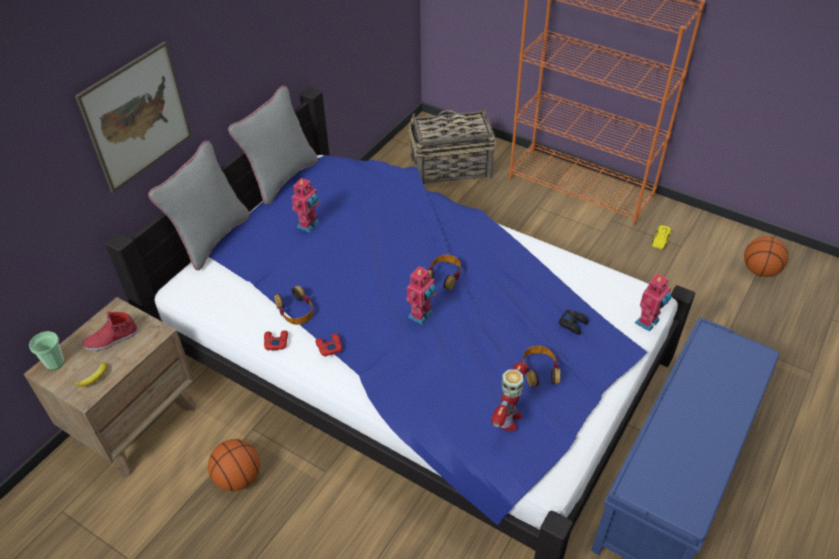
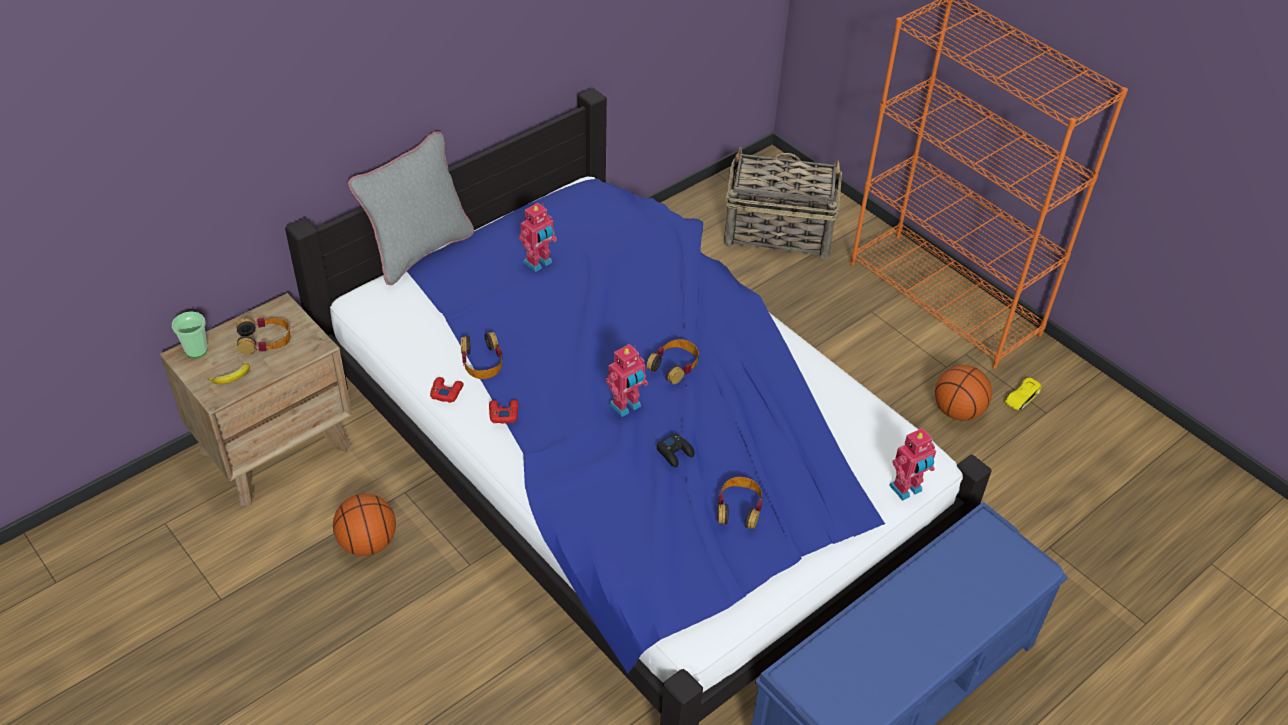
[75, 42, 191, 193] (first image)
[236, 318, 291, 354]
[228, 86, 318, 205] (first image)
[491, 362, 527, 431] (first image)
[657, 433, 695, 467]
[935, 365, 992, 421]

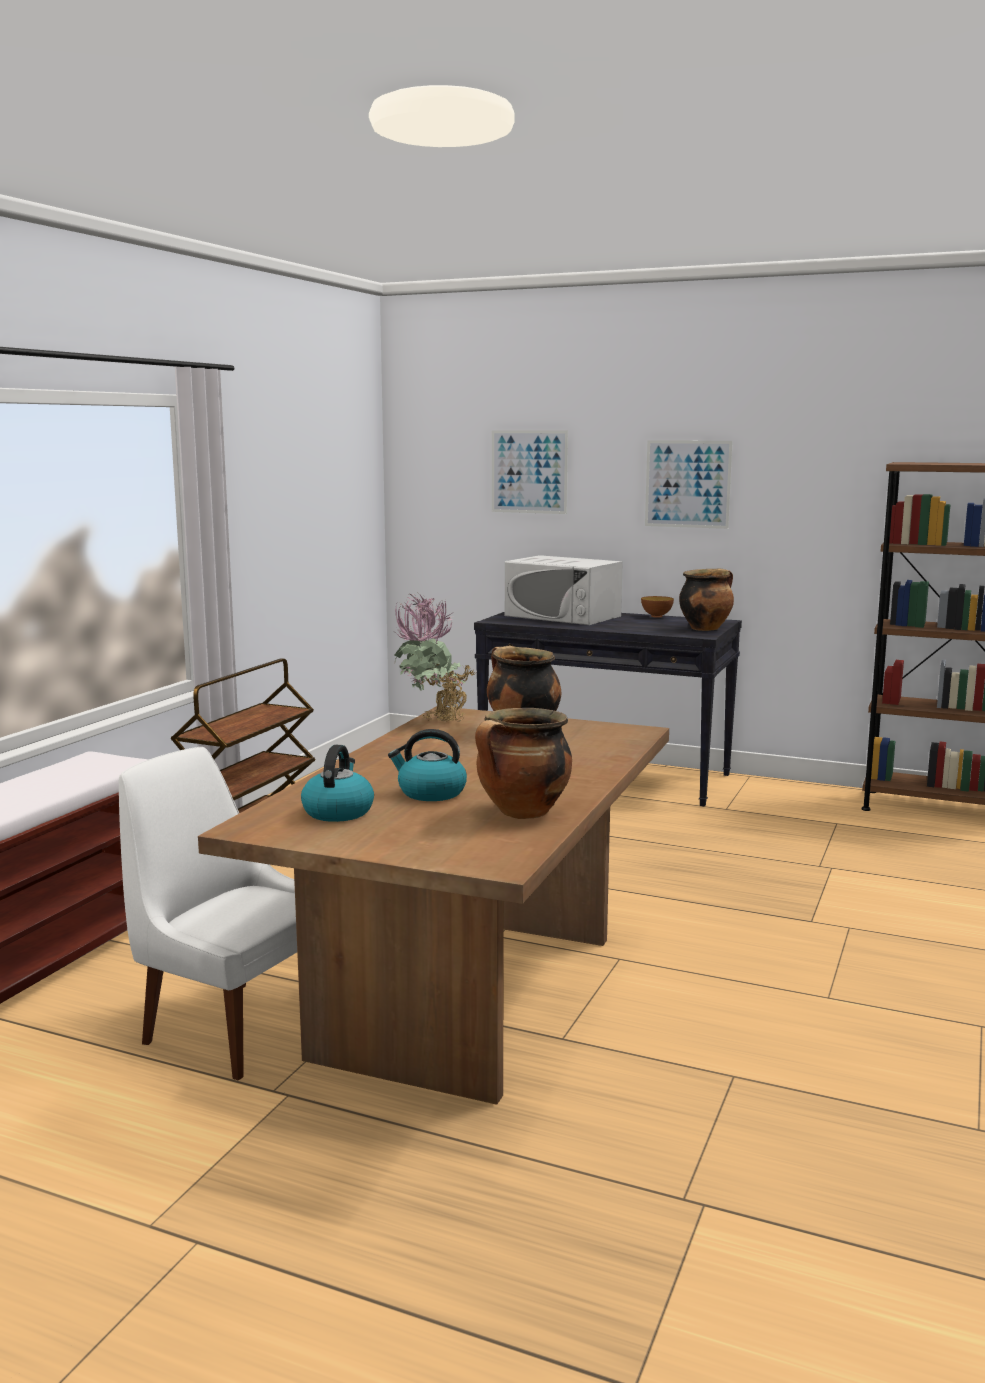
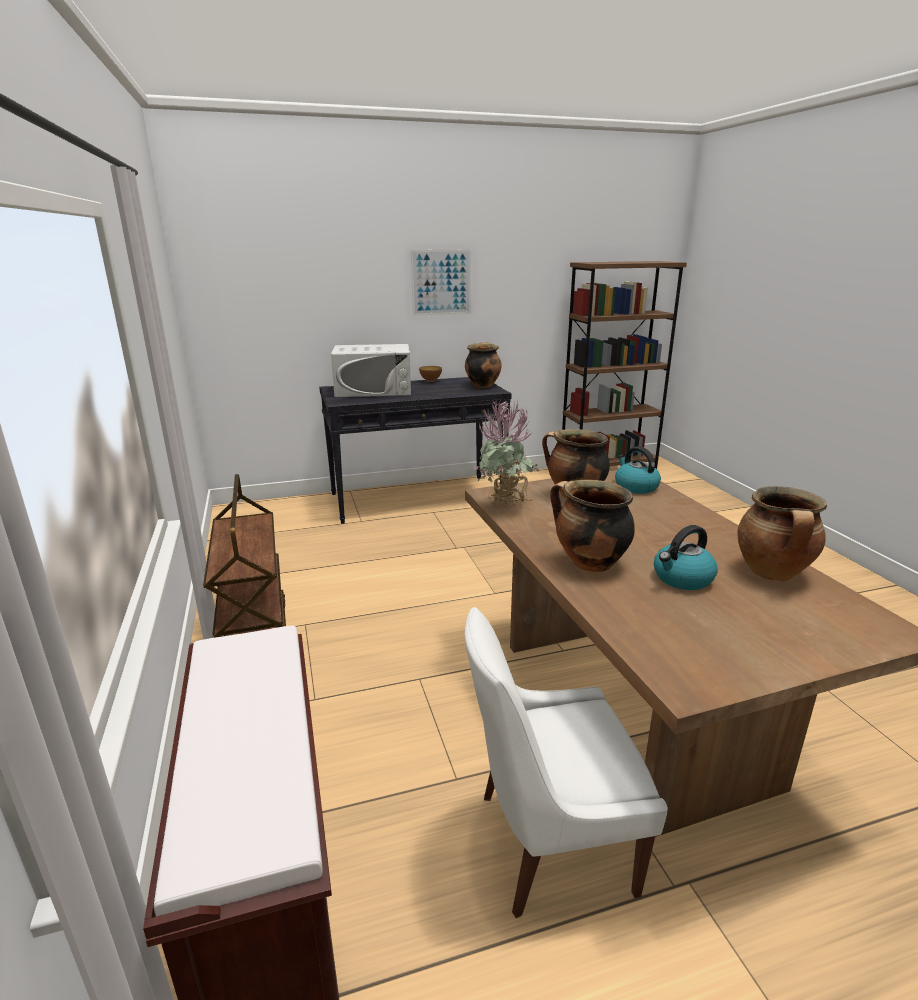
[615, 446, 661, 494]
[492, 430, 568, 514] (first image)
[550, 480, 635, 572]

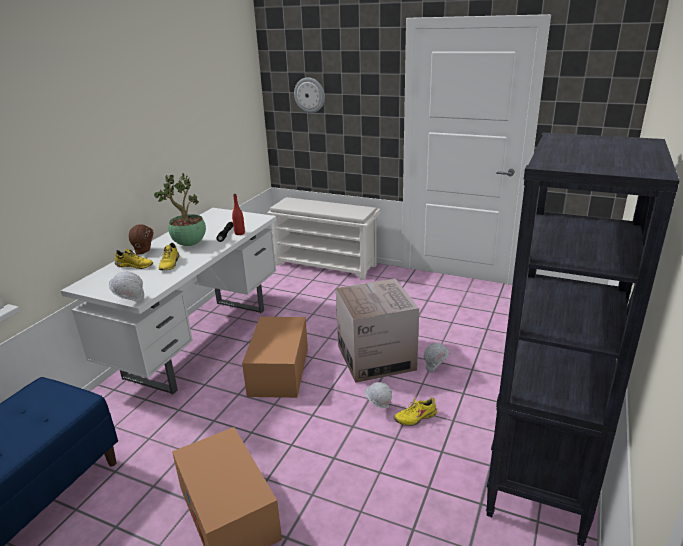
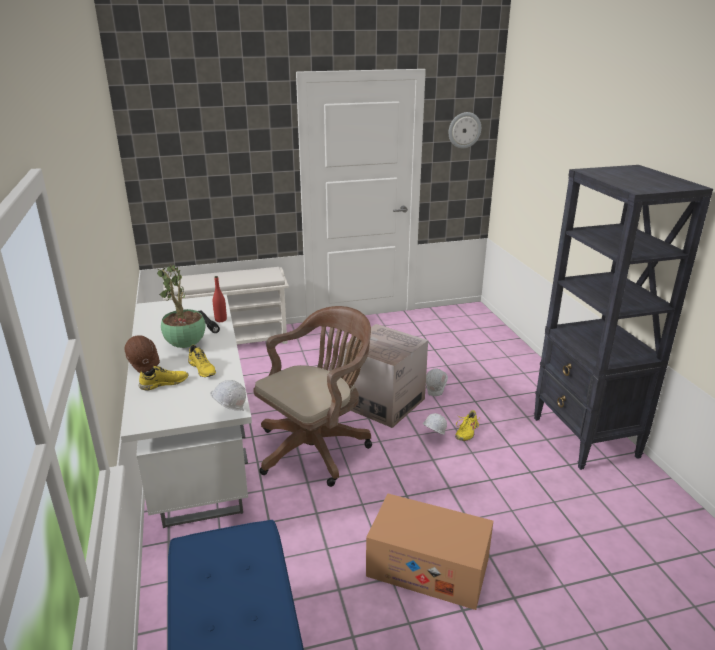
[254, 306, 372, 487]
[449, 112, 481, 149]

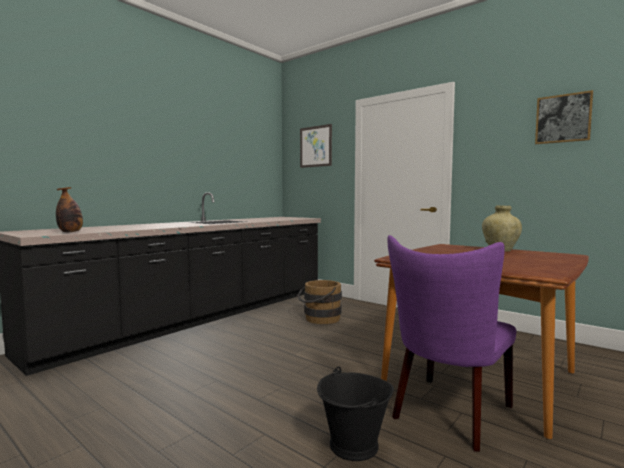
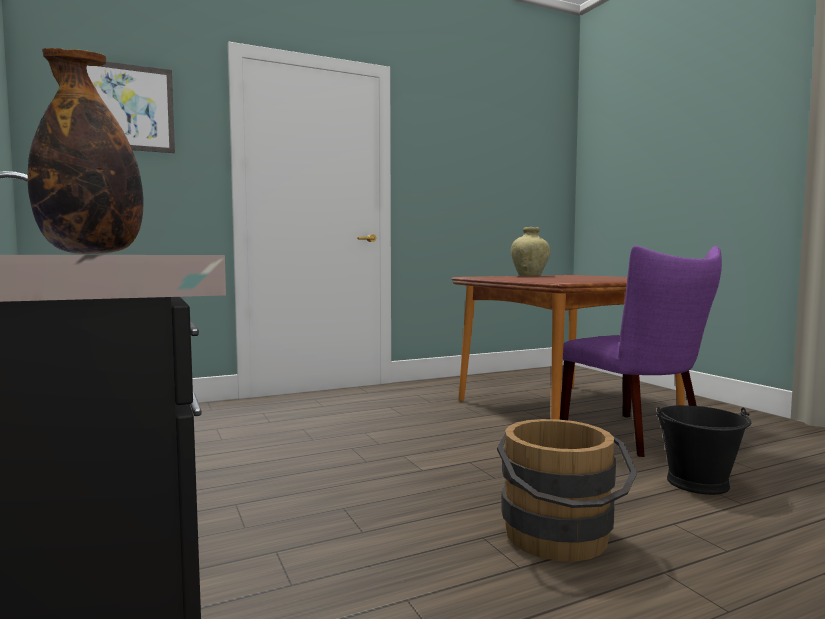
[497, 419, 637, 562]
[535, 90, 593, 144] (first image)

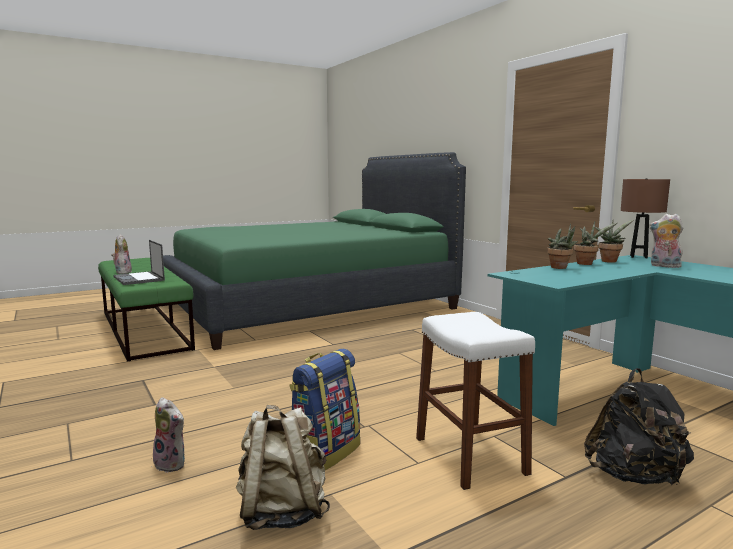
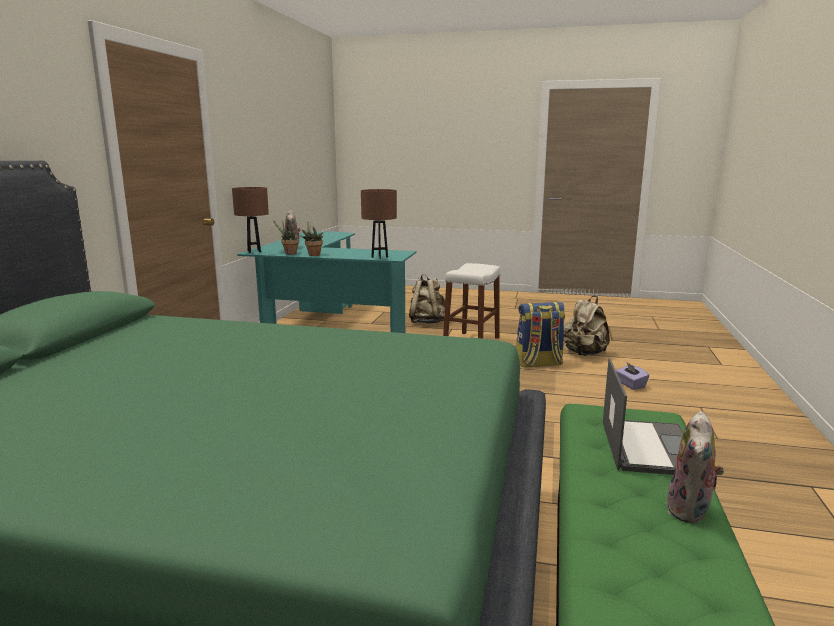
[616, 363, 649, 390]
[547, 224, 578, 269] (first image)
[409, 274, 445, 324]
[361, 189, 397, 259]

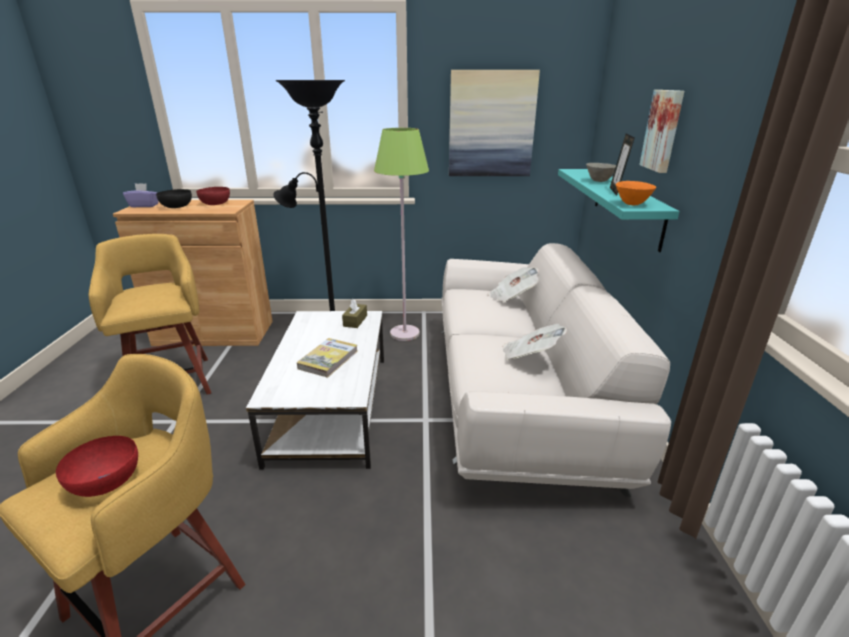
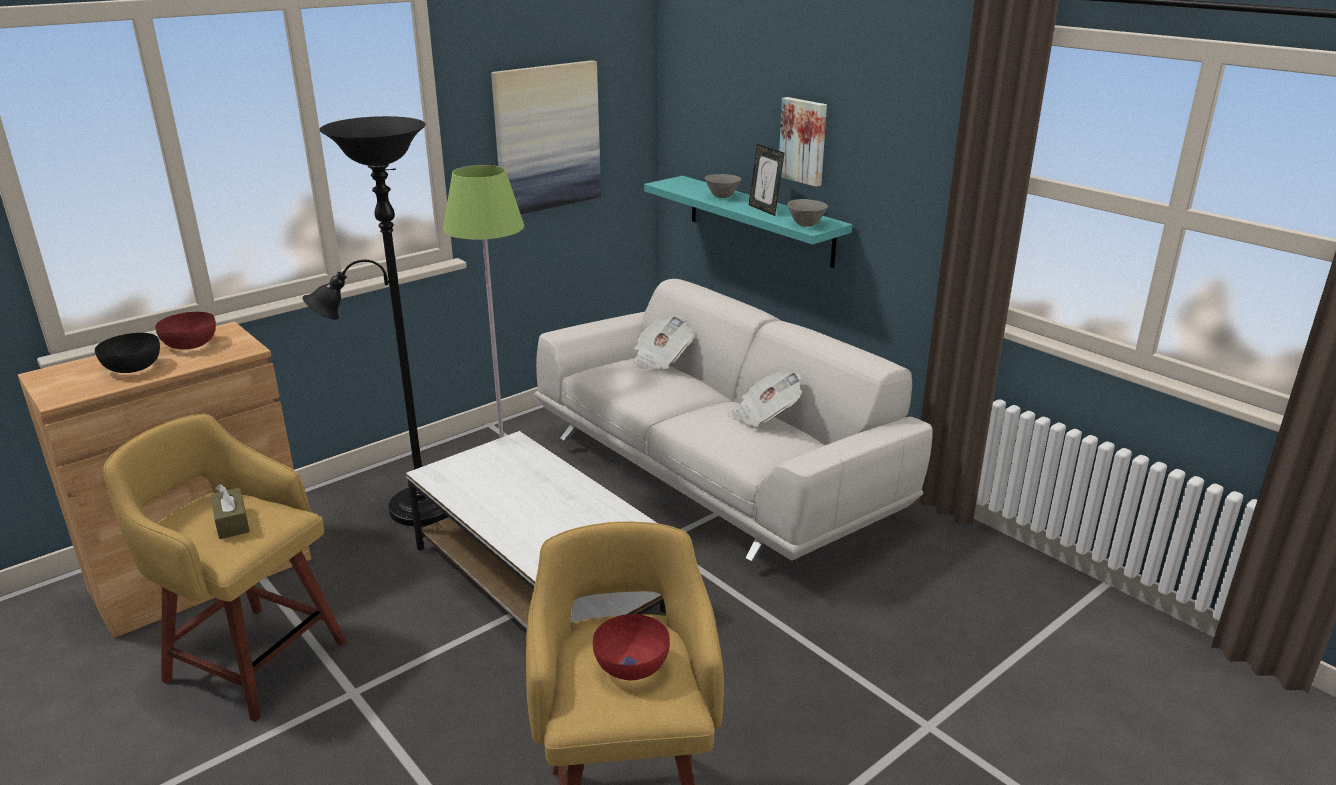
[123, 183, 159, 207] (first image)
[297, 338, 358, 378] (first image)
[211, 484, 250, 539]
[787, 199, 828, 227]

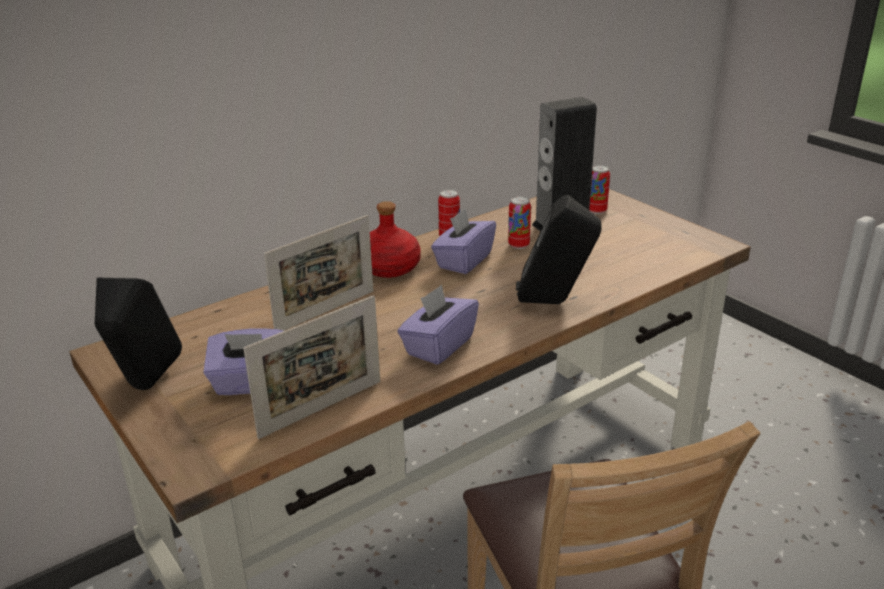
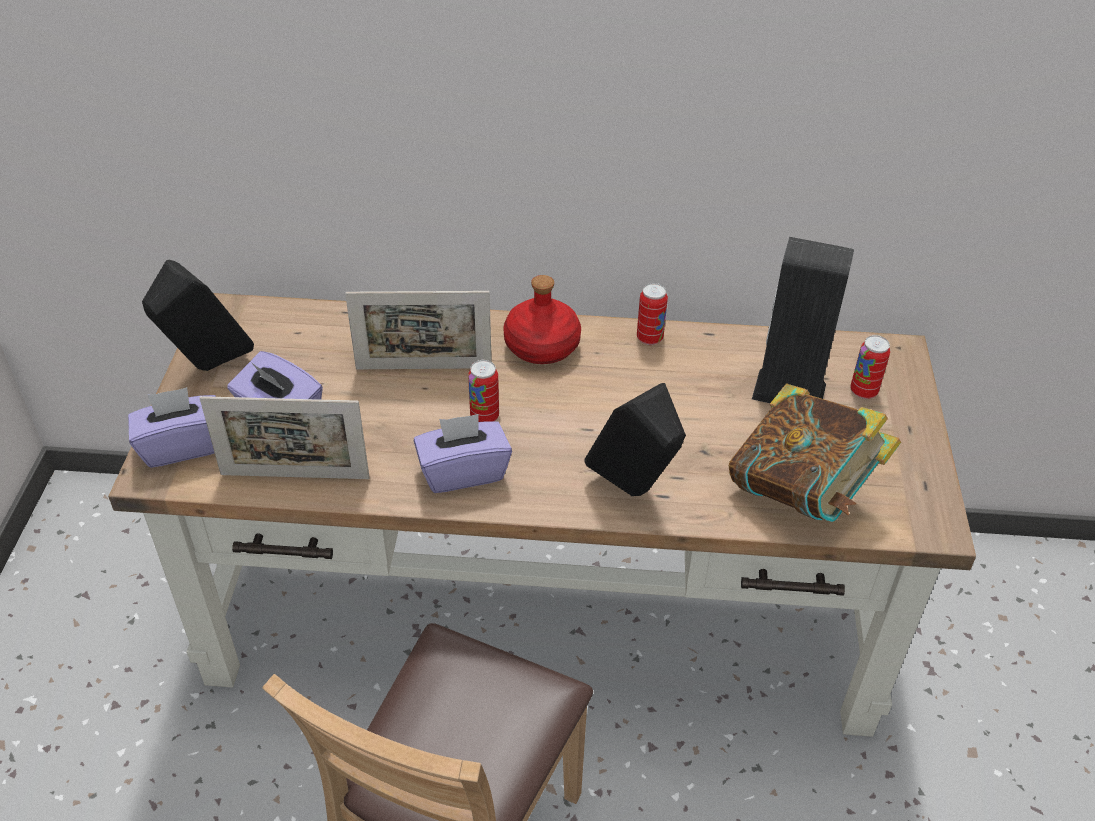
[128, 387, 216, 468]
[468, 360, 499, 422]
[729, 383, 901, 522]

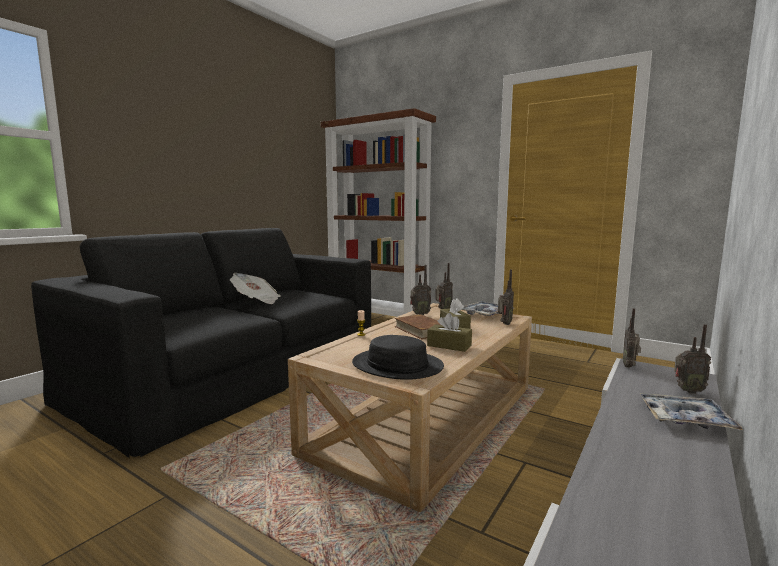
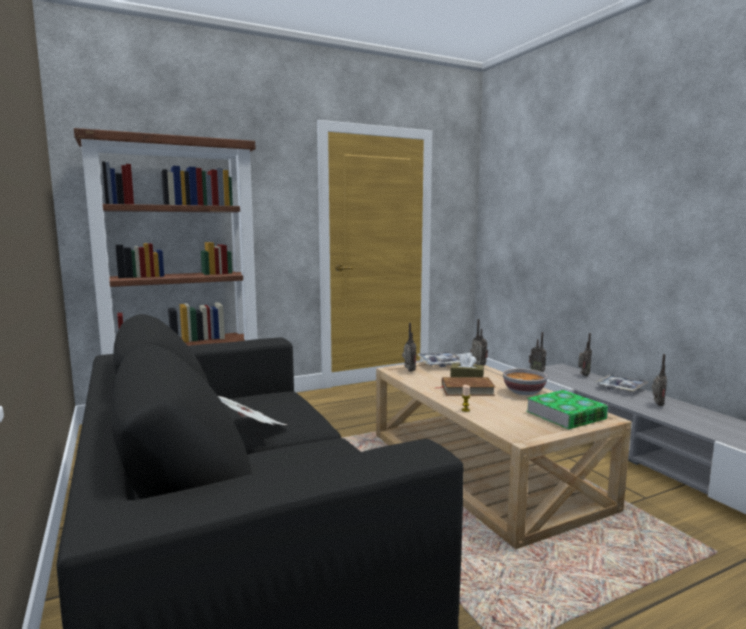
[526, 390, 608, 429]
[652, 354, 667, 406]
[503, 368, 547, 395]

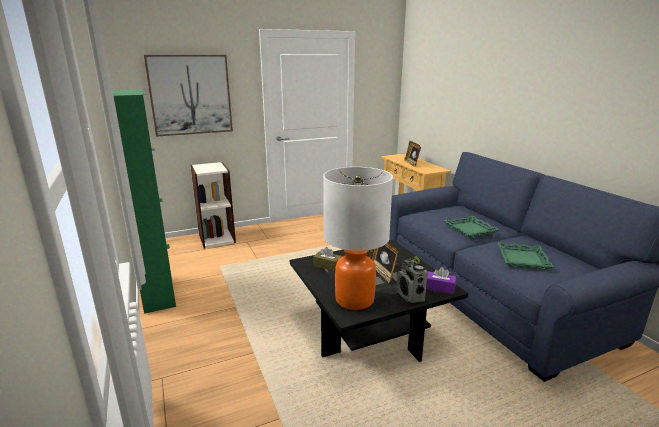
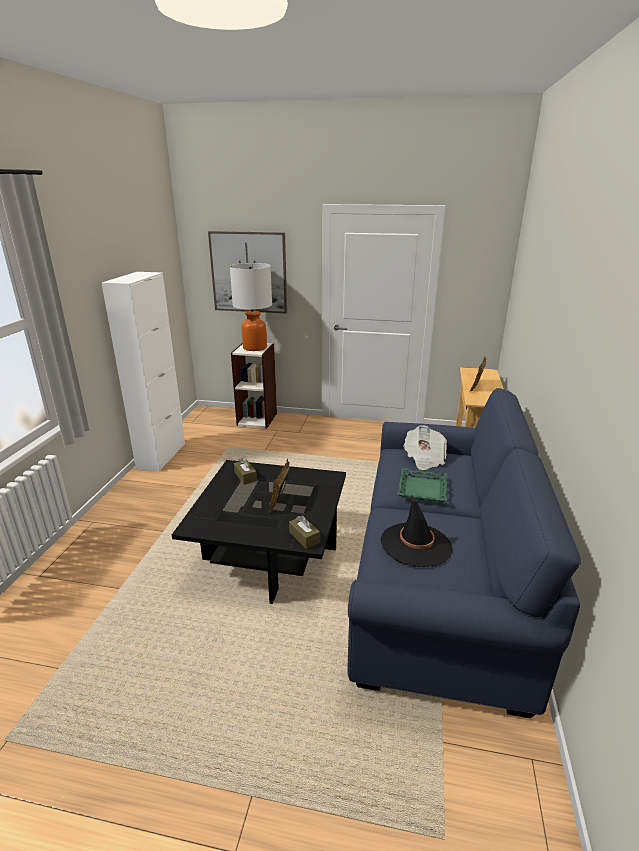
[102, 272, 185, 471]
[230, 263, 272, 351]
[396, 256, 428, 303] (first image)
[289, 516, 320, 549]
[381, 495, 452, 567]
[403, 425, 447, 470]

